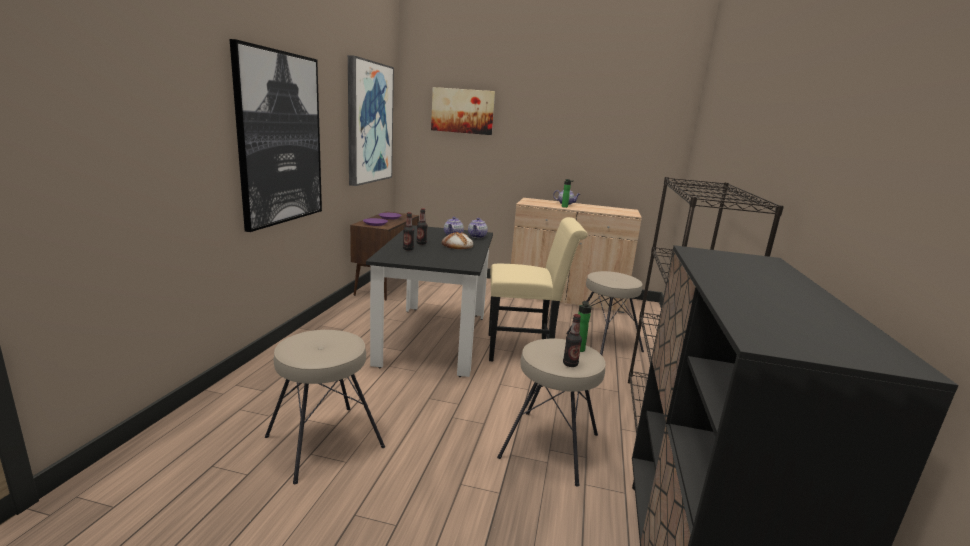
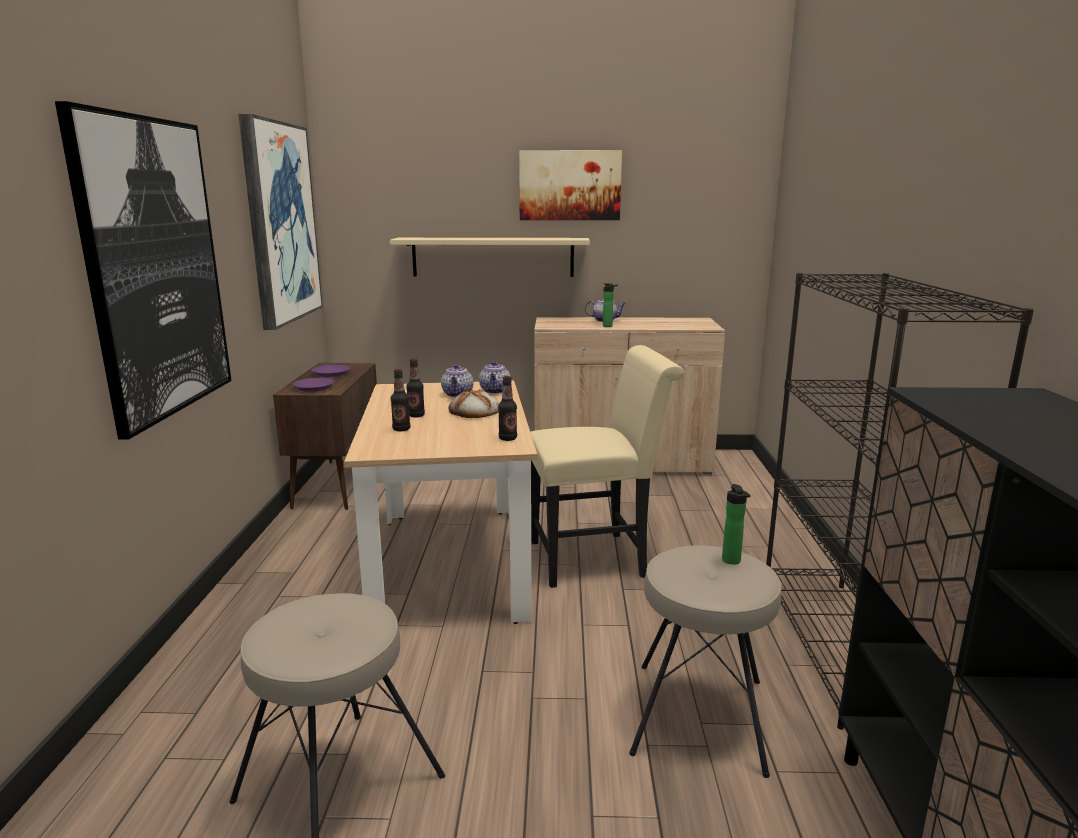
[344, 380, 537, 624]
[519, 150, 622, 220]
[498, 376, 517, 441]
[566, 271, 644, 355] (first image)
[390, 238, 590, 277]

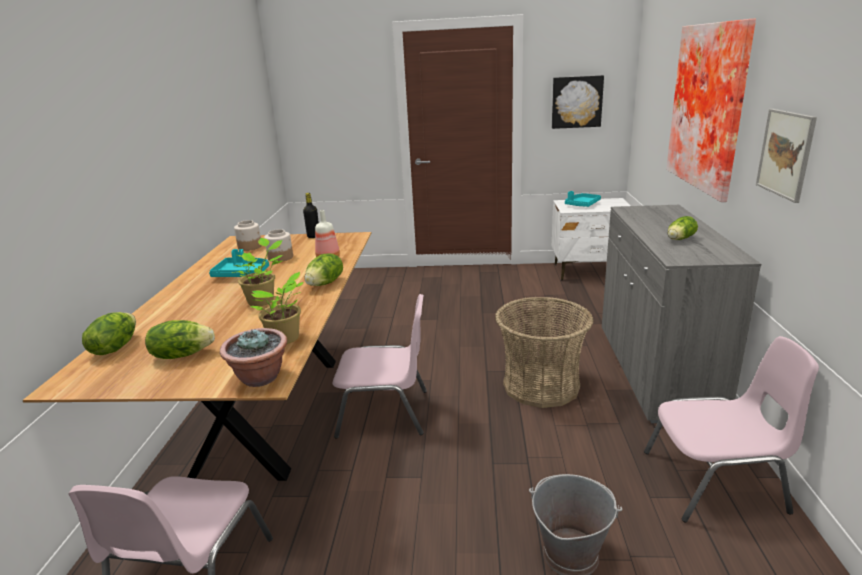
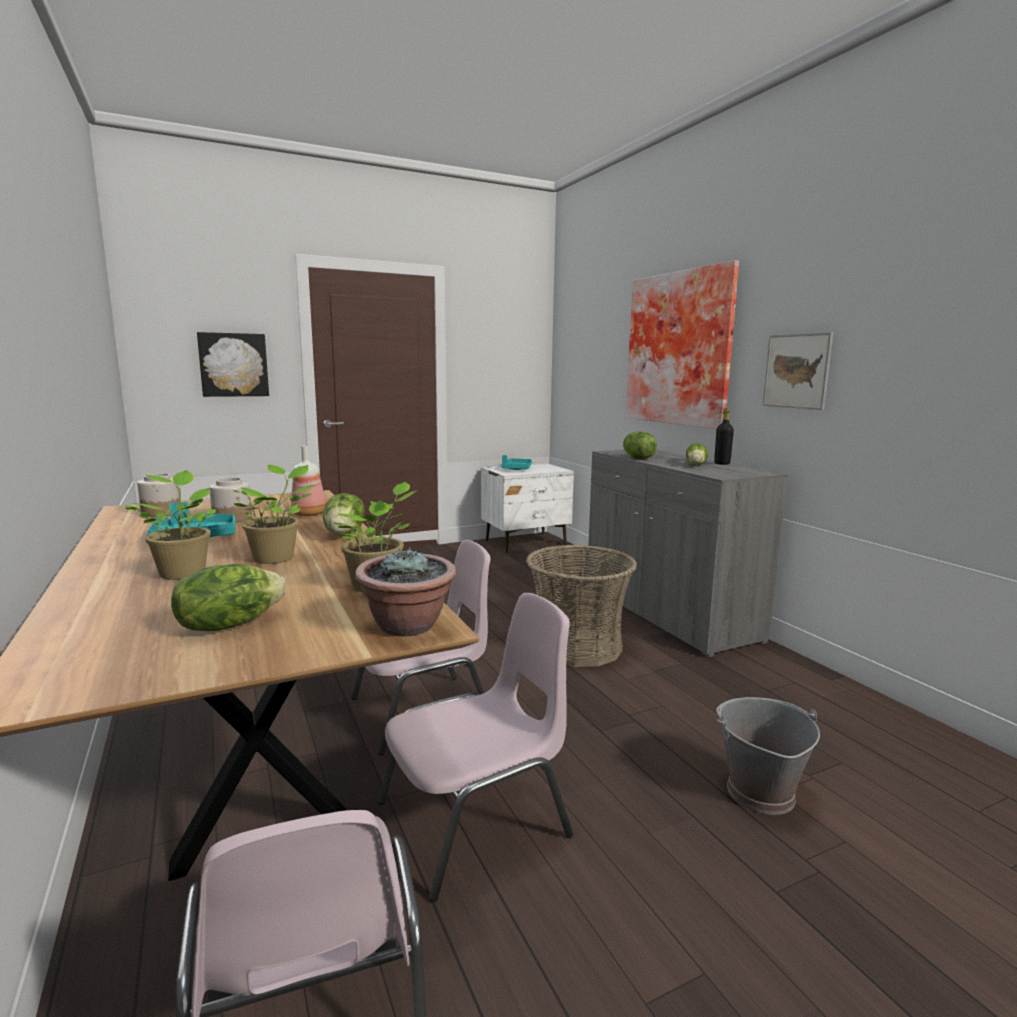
[622, 431, 657, 459]
[714, 408, 734, 465]
[197, 332, 269, 397]
[378, 593, 573, 902]
[125, 470, 216, 580]

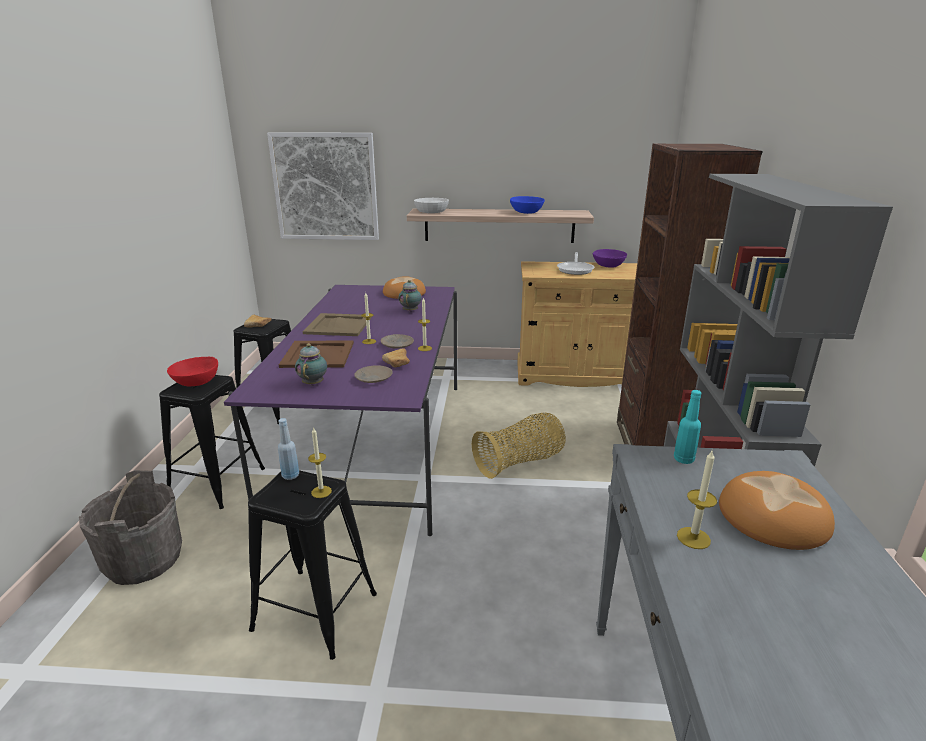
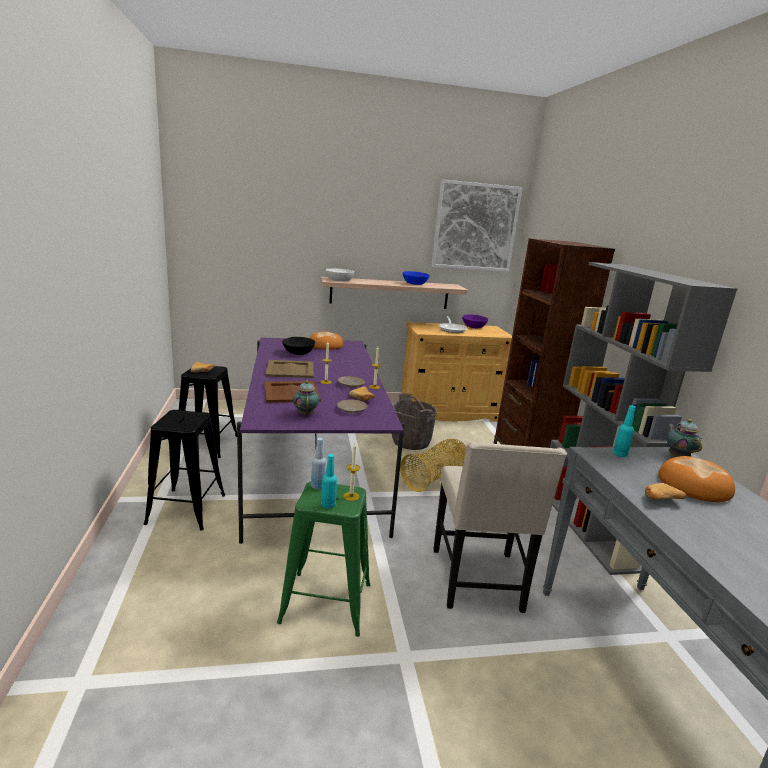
[392, 393, 437, 450]
[167, 357, 218, 386] (first image)
[277, 481, 370, 637]
[431, 179, 522, 272]
[667, 419, 702, 457]
[645, 483, 686, 500]
[282, 337, 315, 355]
[321, 454, 337, 509]
[433, 442, 567, 613]

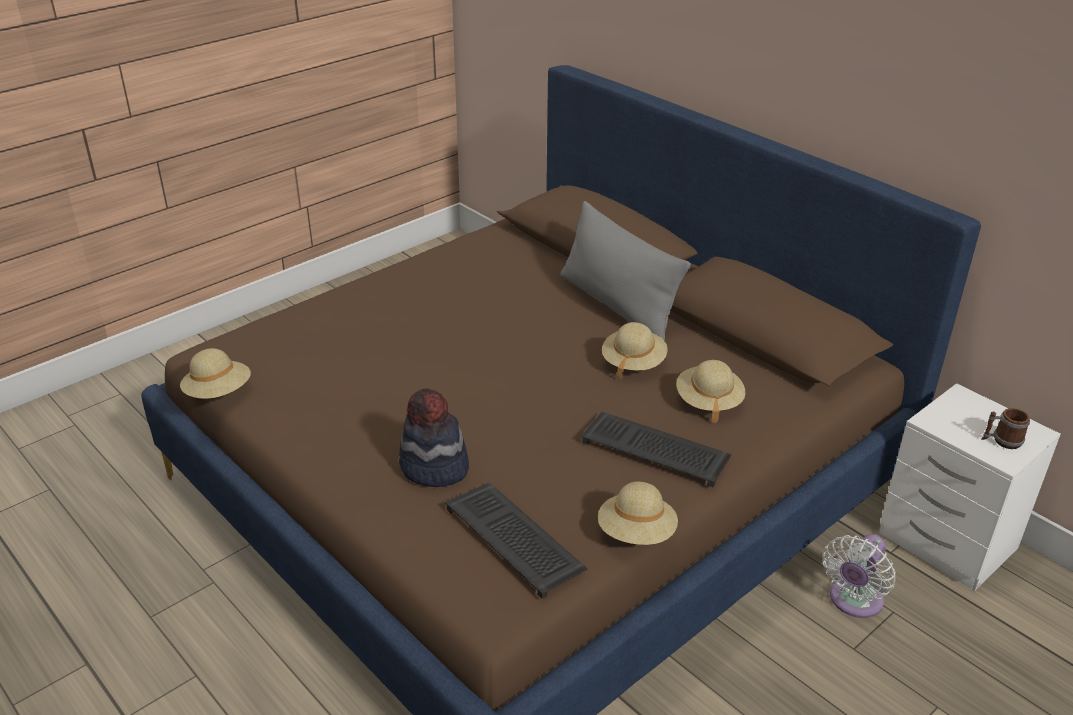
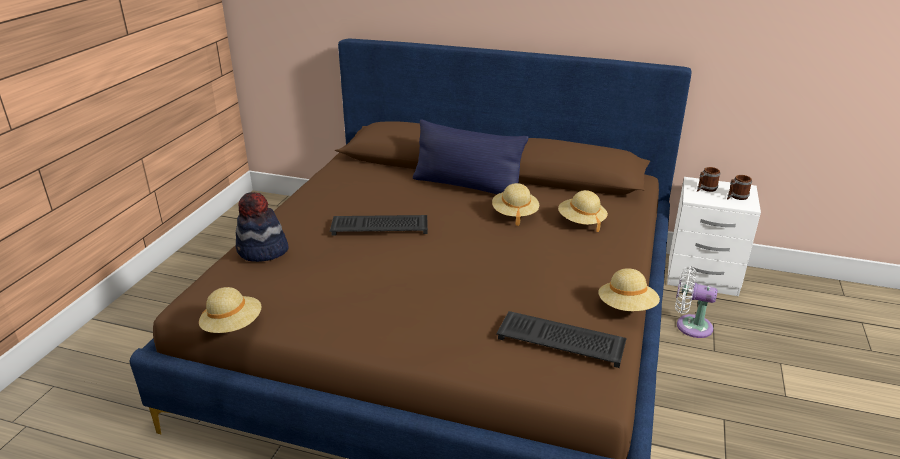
[236, 192, 289, 262]
[413, 120, 528, 194]
[330, 215, 428, 235]
[675, 267, 717, 338]
[697, 167, 720, 192]

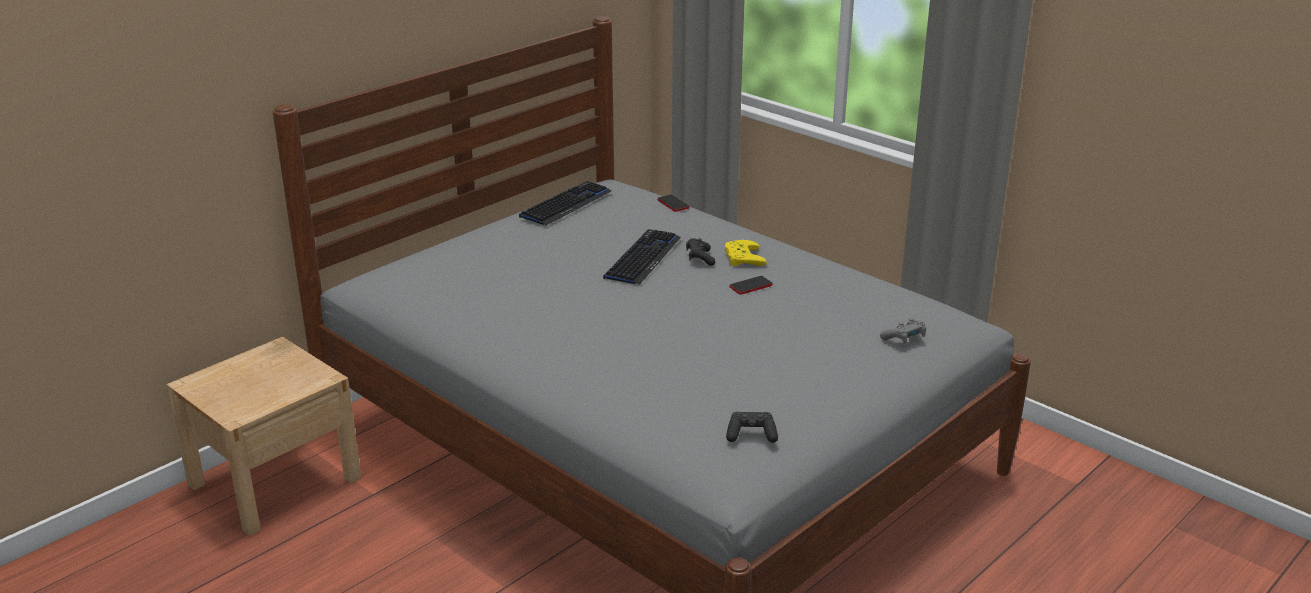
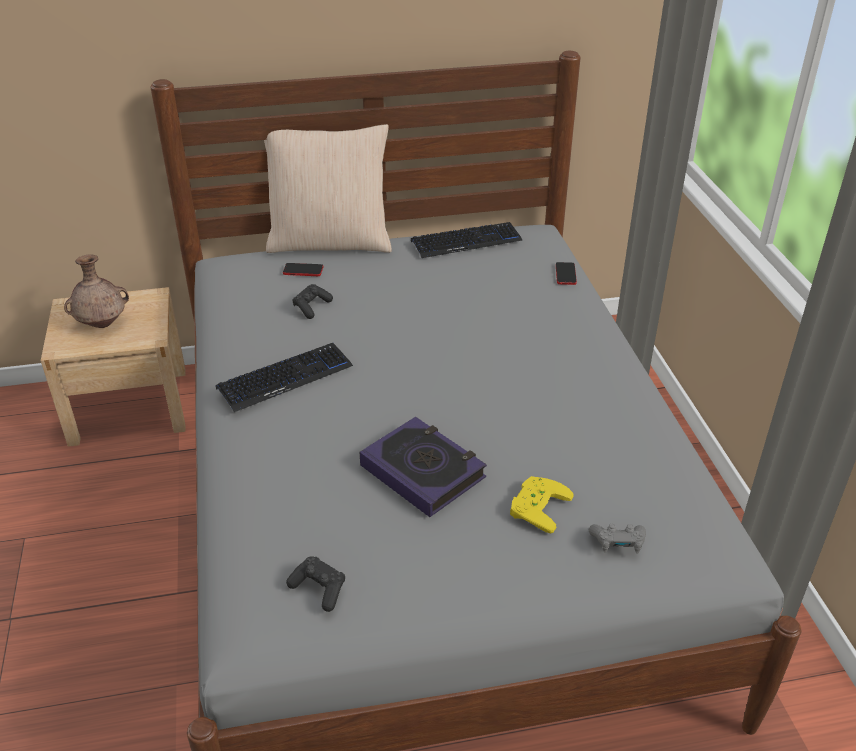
[215, 343, 353, 412]
[293, 284, 333, 319]
[510, 476, 574, 534]
[283, 263, 323, 276]
[64, 255, 129, 328]
[264, 124, 392, 253]
[360, 417, 487, 517]

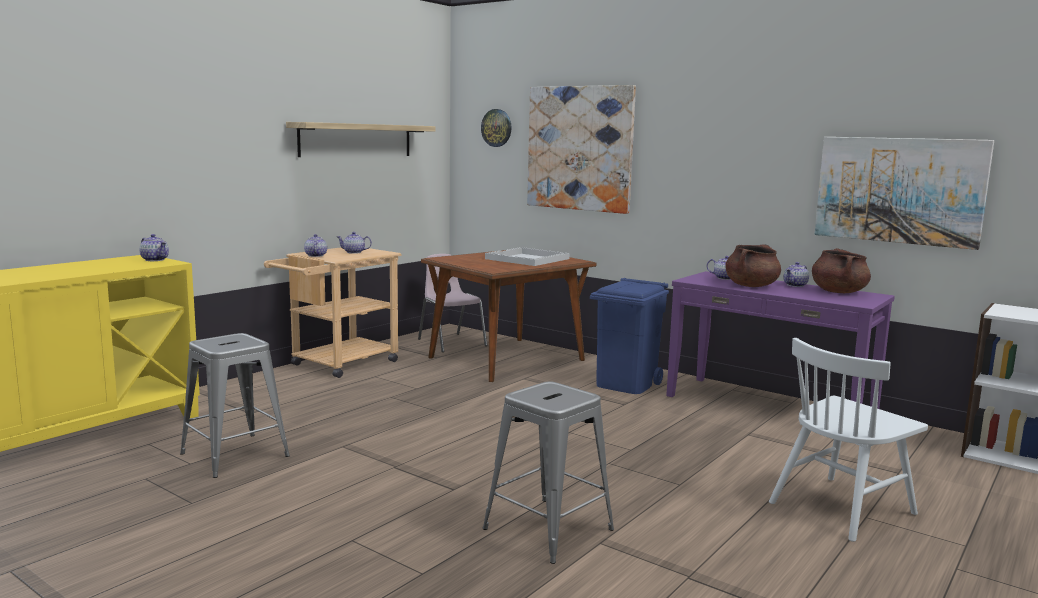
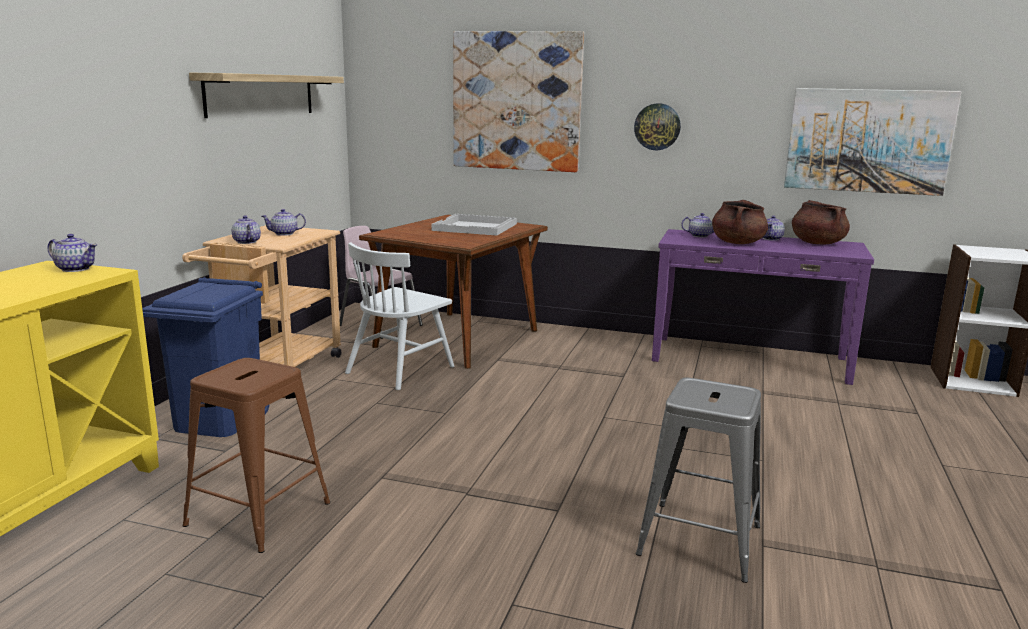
[182, 358, 330, 553]
[634, 103, 681, 150]
[142, 277, 270, 437]
[345, 243, 455, 390]

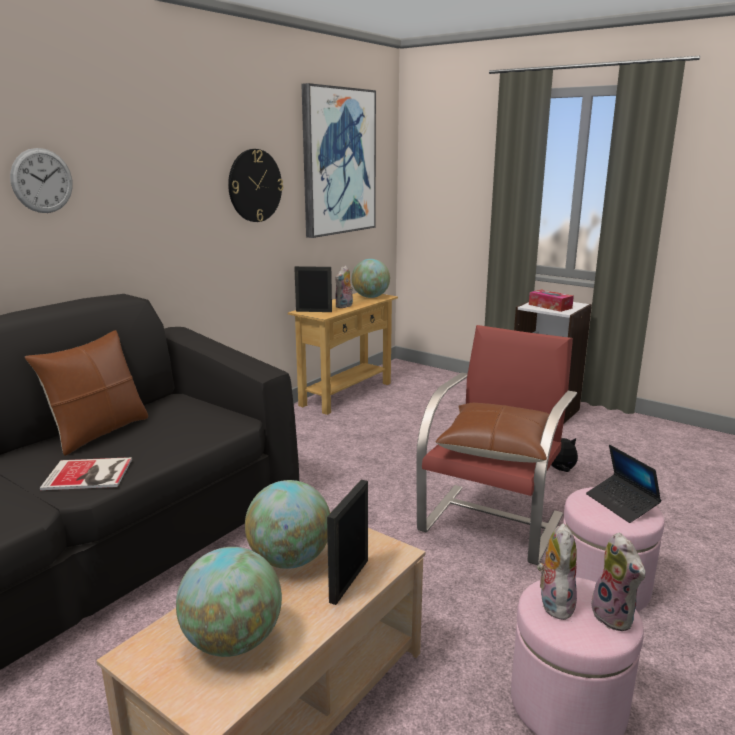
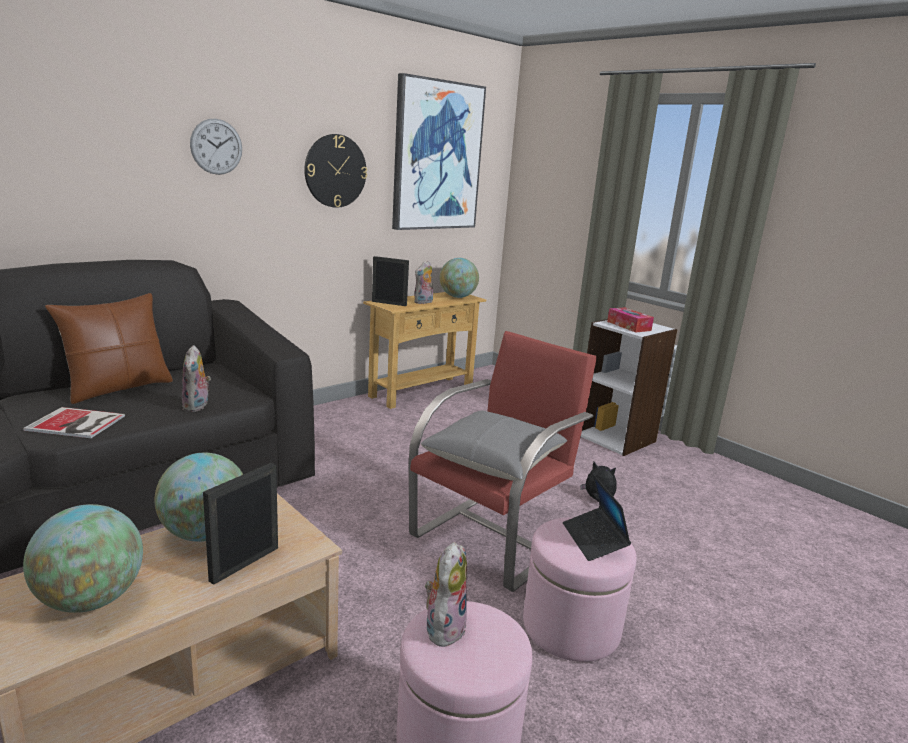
[190, 119, 242, 175]
[421, 411, 567, 481]
[182, 345, 211, 412]

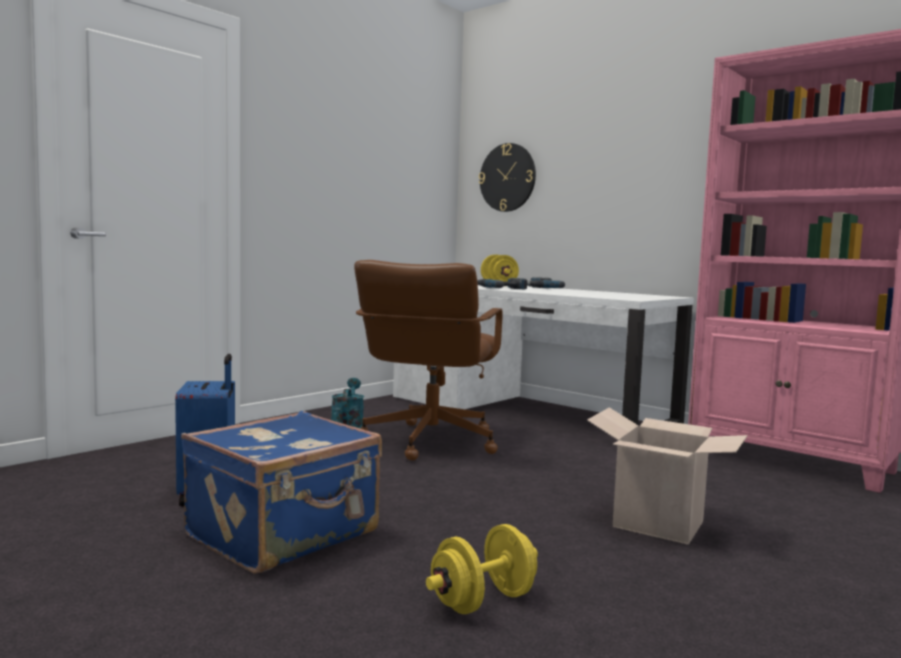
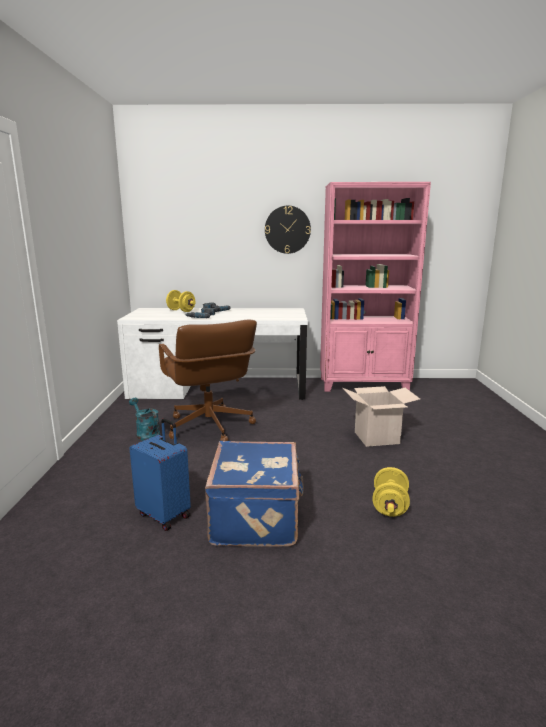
[265, 206, 311, 254]

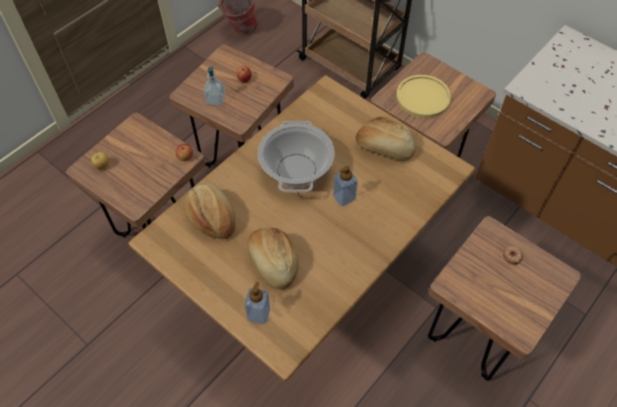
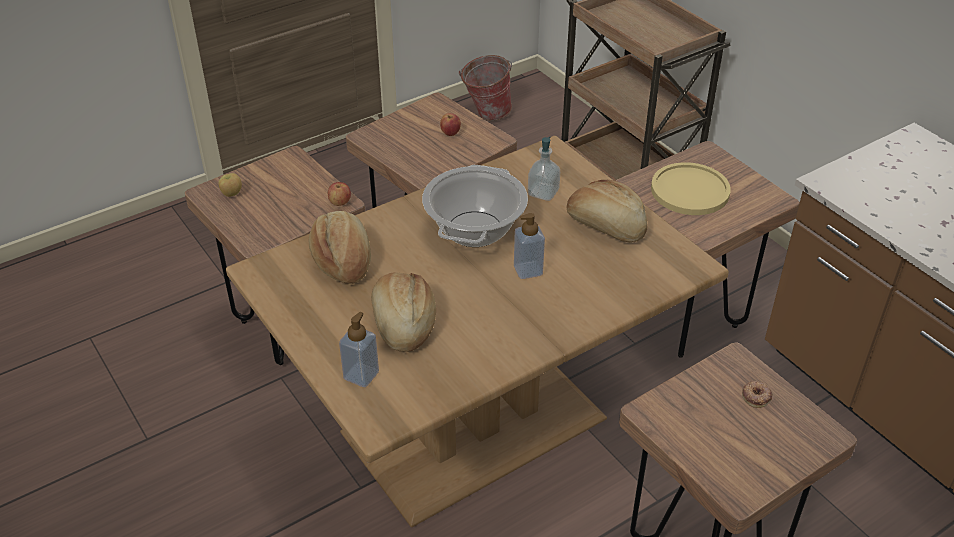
[528, 137, 560, 201]

